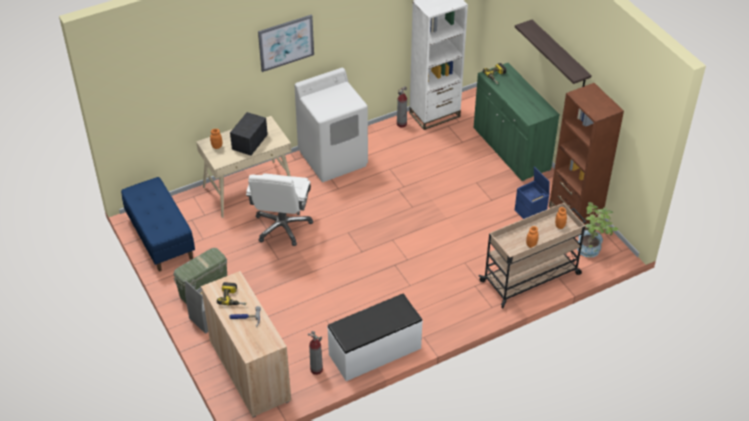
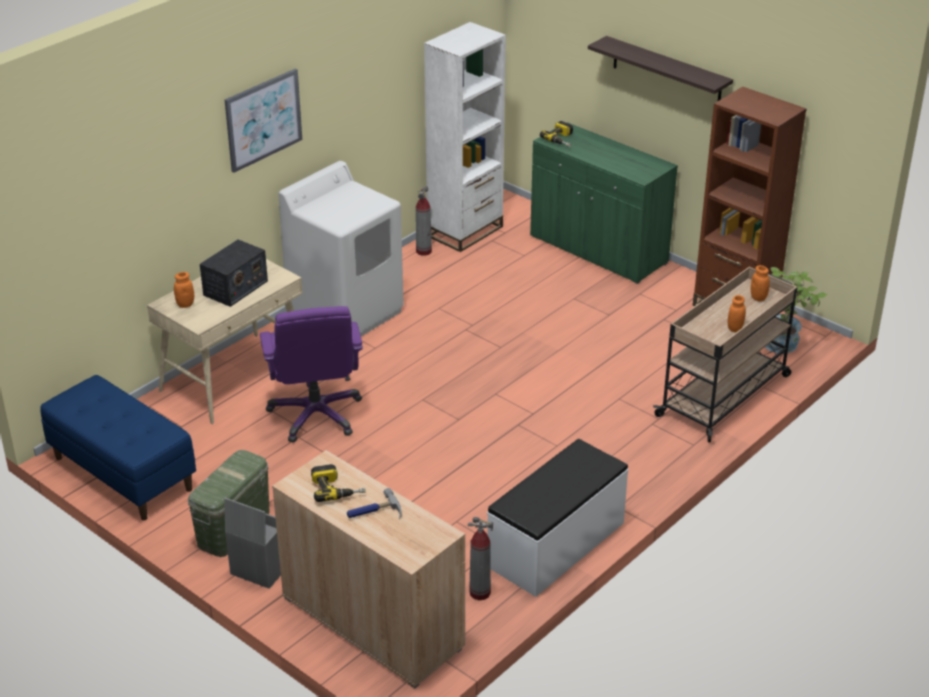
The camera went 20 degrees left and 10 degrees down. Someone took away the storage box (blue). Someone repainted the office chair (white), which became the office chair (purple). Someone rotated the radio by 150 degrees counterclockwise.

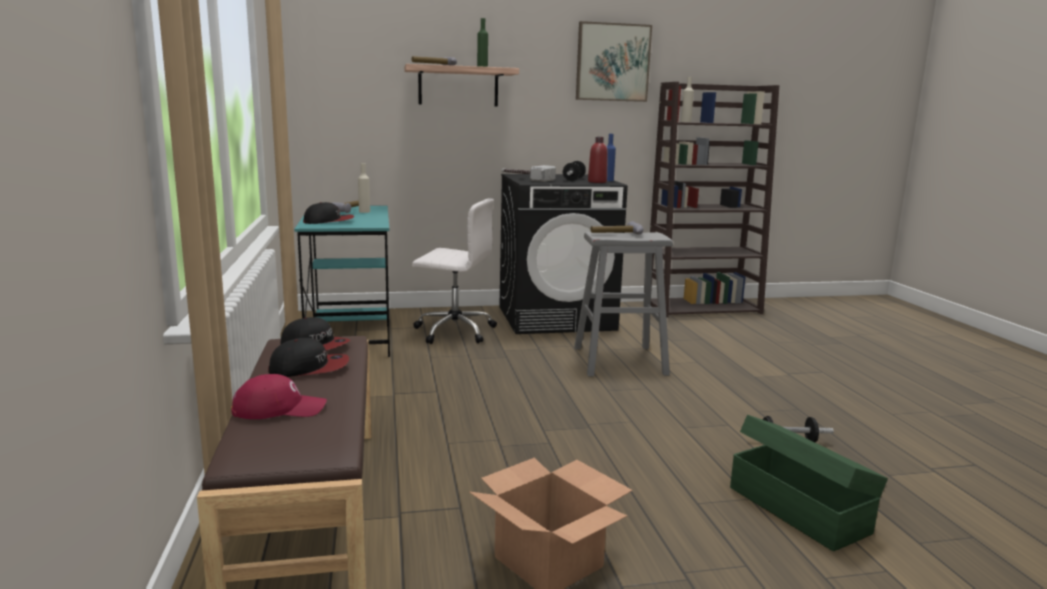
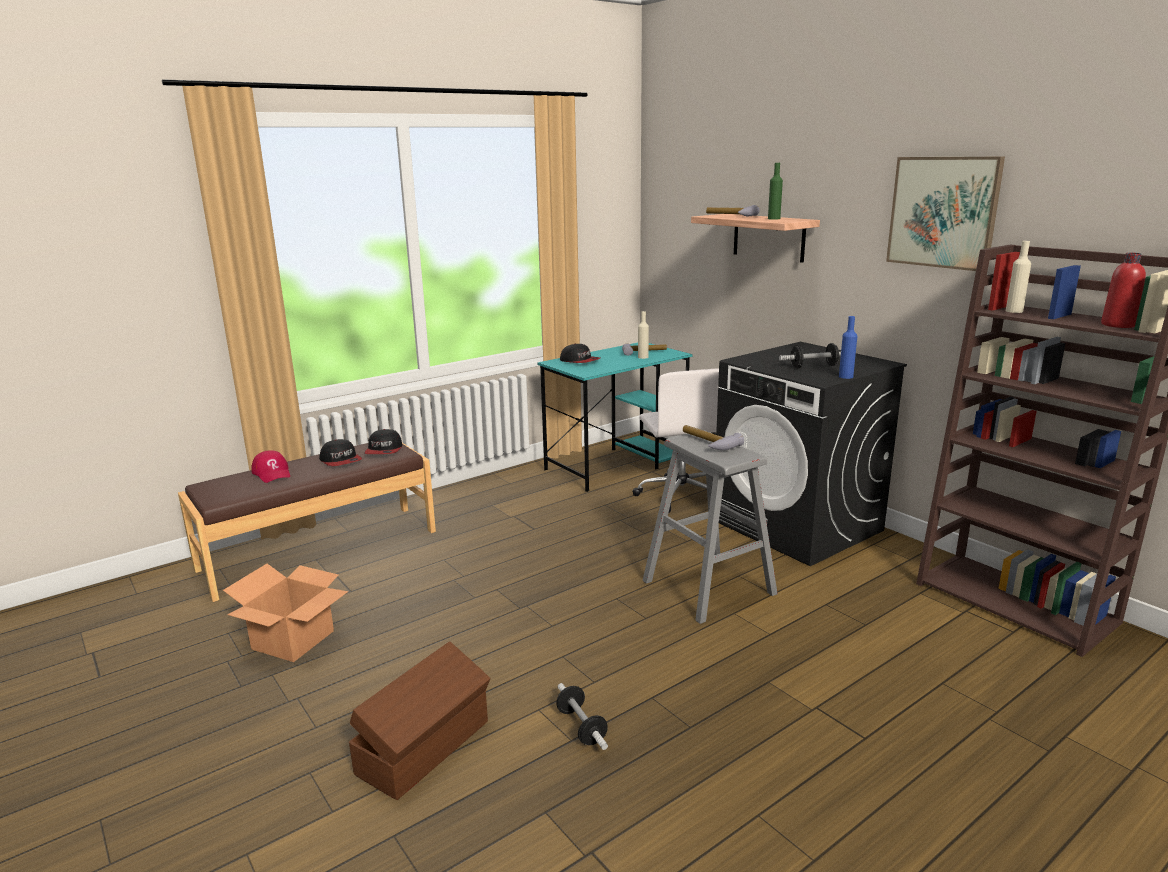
The camera went 65 degrees right and 5 degrees up. Someone took away the hammer (3rd from left). Someone carried the bottle (red). Someone repainted the storage box (green), which became the storage box (brown).

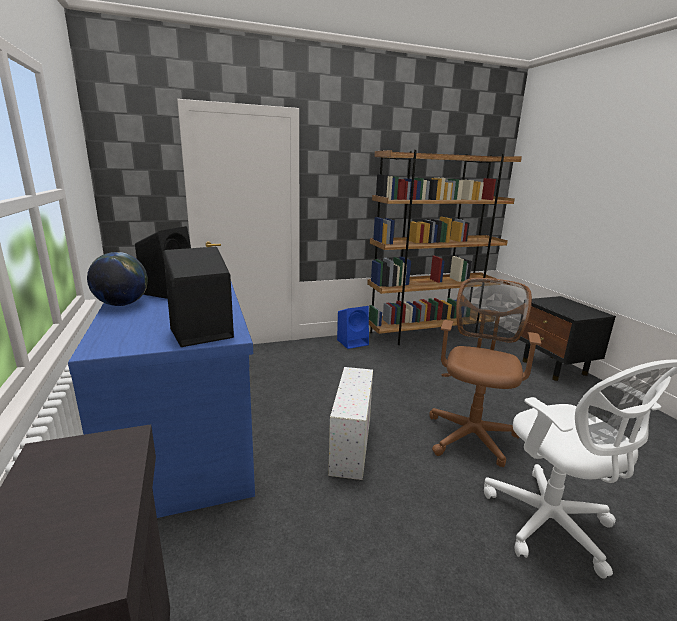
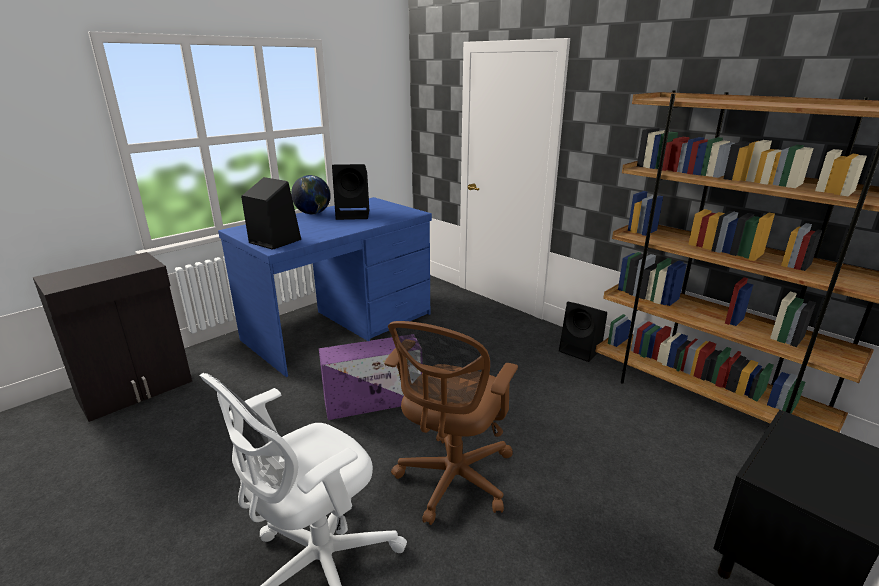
The camera went 65 degrees right and 5 degrees up. Someone repainted the storage box (white), which became the storage box (purple). Someone repainted the speaker (blue), which became the speaker (black) (3rd from left). Someone rotated the office chair (brown) by 120 degrees clockwise.

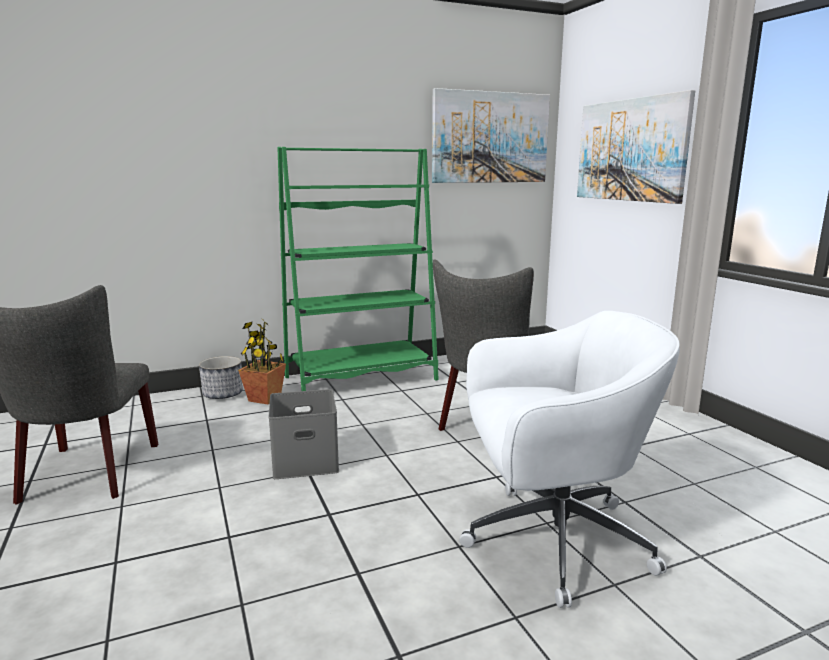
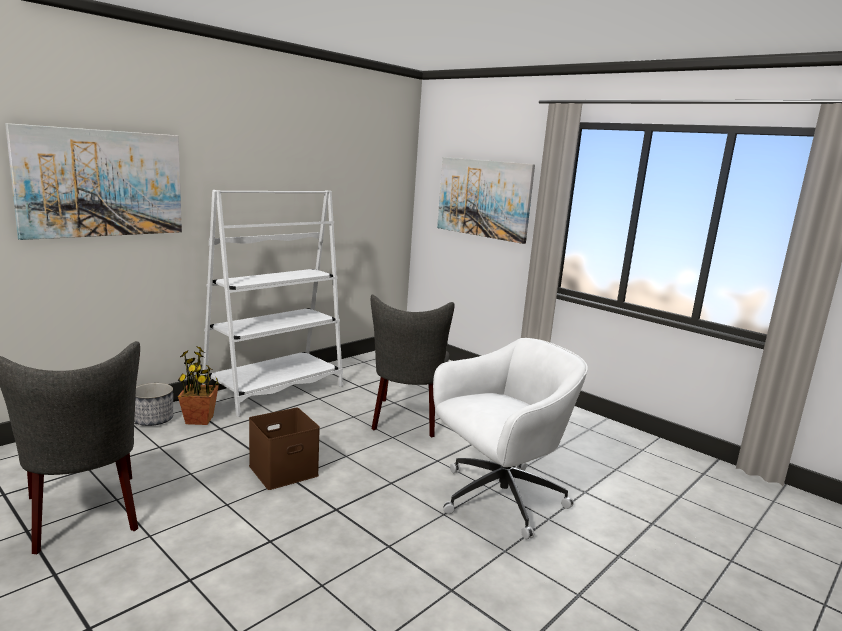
The camera went 25 degrees left and 0 degrees up. Someone carried the picture (1st from left). Someone repainted the storage box (grey), which became the storage box (brown). Someone repainted the bookcase (green), which became the bookcase (white).

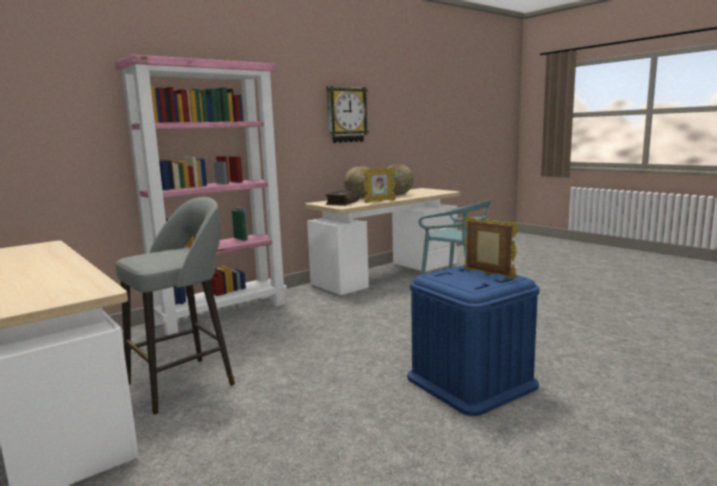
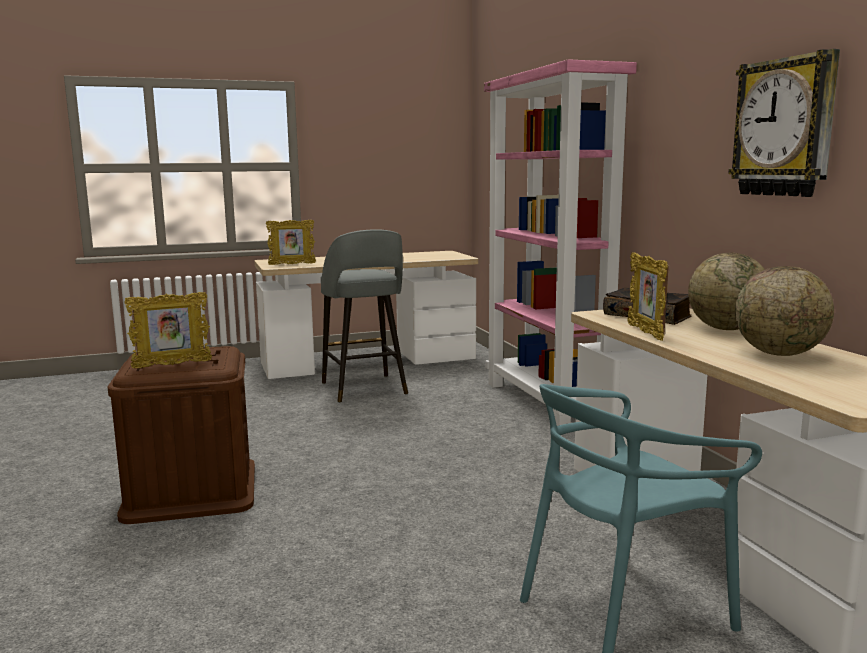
The camera went 110 degrees right and 0 degrees up. Someone put down the picture frame (2nd from left). Someone repainted the storage box (blue), which became the storage box (brown).

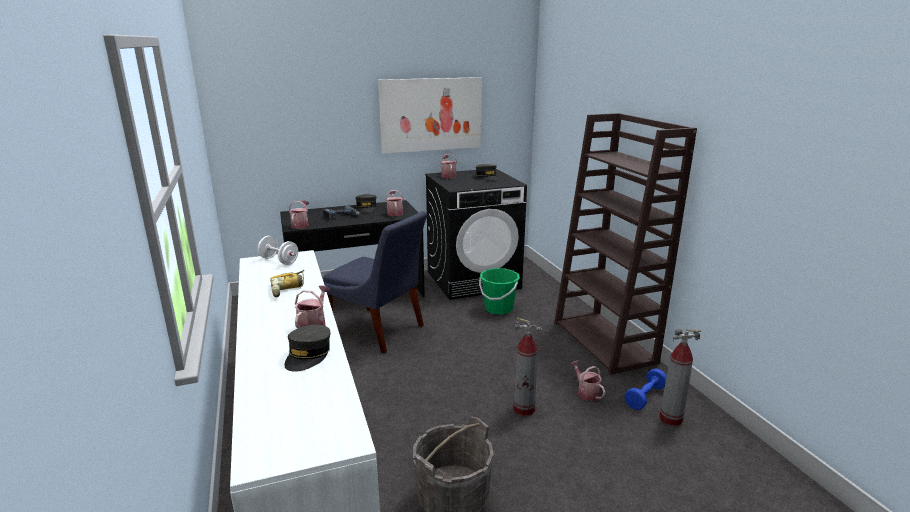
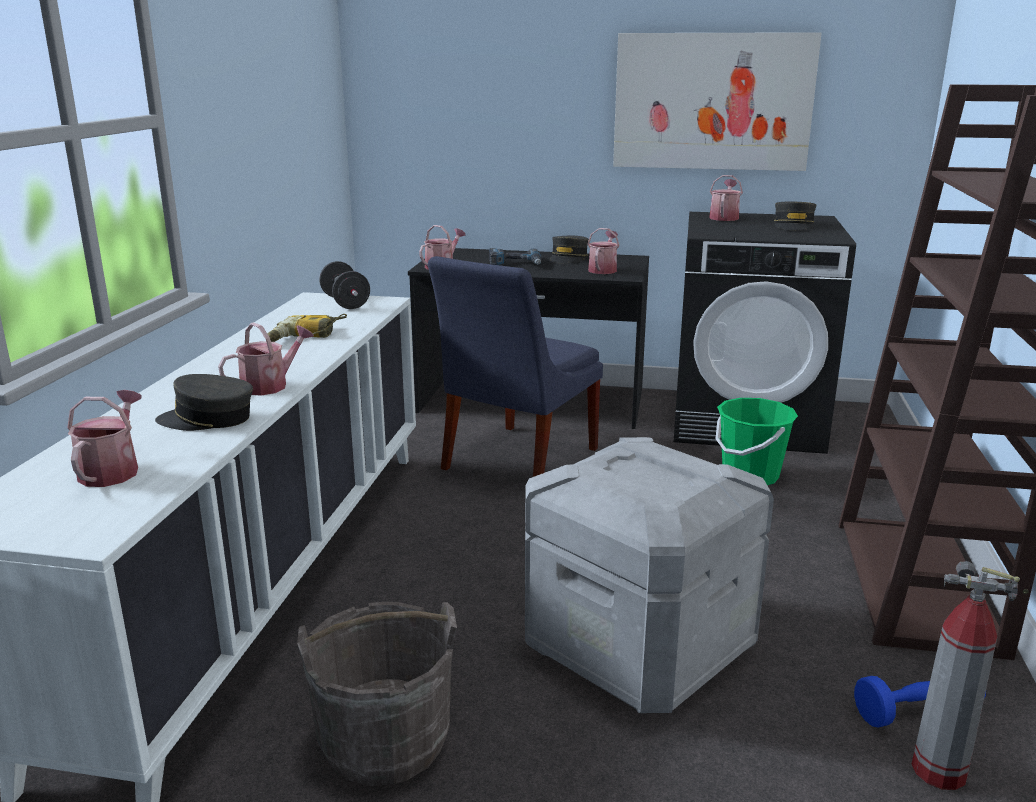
The camera went 30 degrees right and 0 degrees up. Someone carried the watering can (5th from left in the first image). Someone swapped the fire extinguisher (1st from left) for the storage box (grey). Someone repainted the dumbbell (white), which became the dumbbell (black). Someone rotated the cap (grey) (1st from left) by 45 degrees clockwise. Someone rotated the chair (blue) by 60 degrees clockwise.

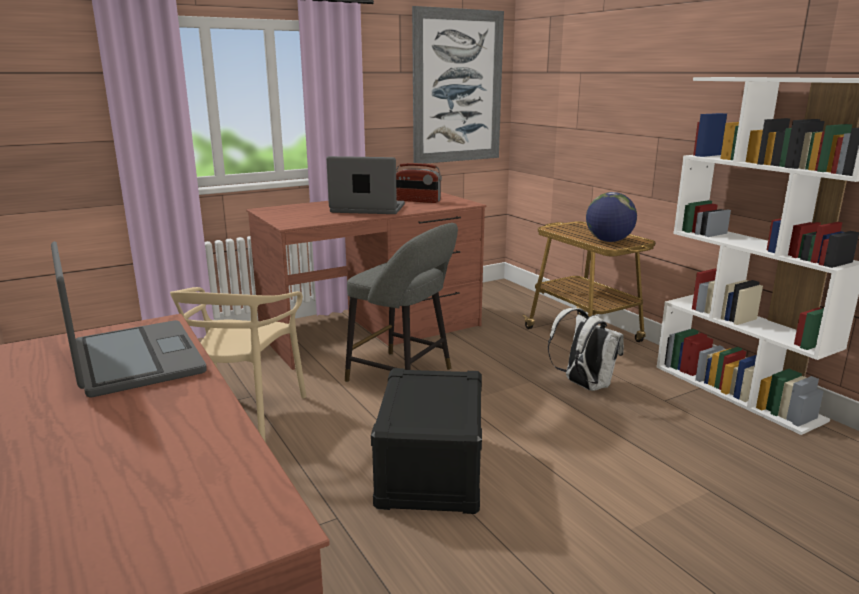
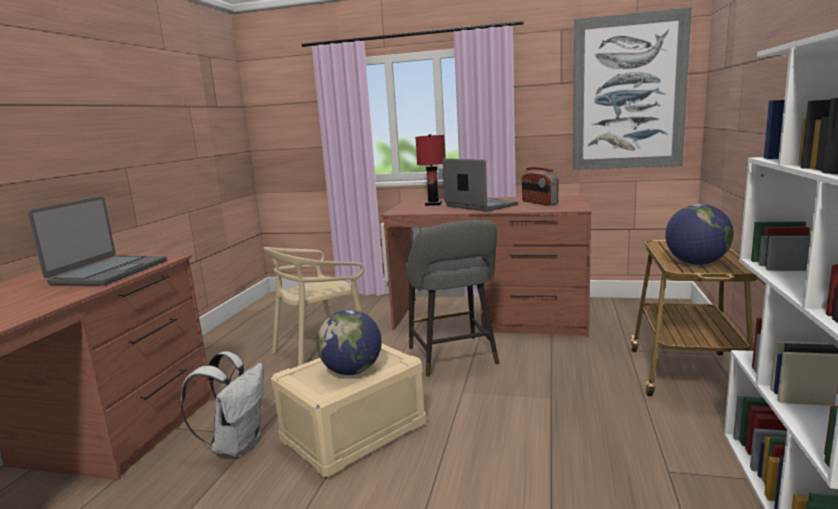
The camera went 45 degrees right and 5 degrees down. Someone put down the globe (1st from left). Someone put down the table lamp (red). Someone carried the backpack (white). Someone repainted the storage box (black), which became the storage box (beige).

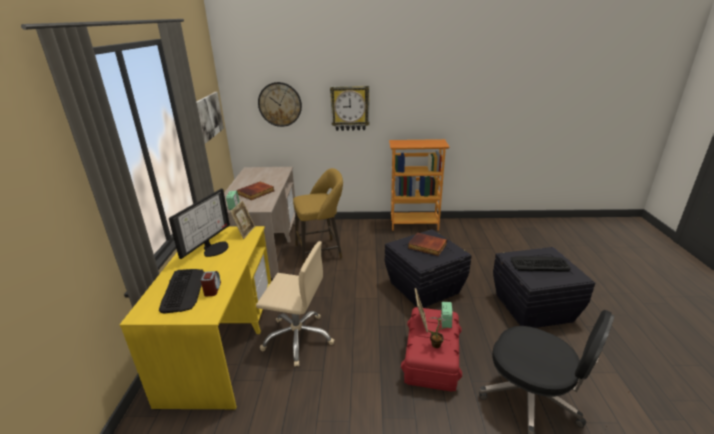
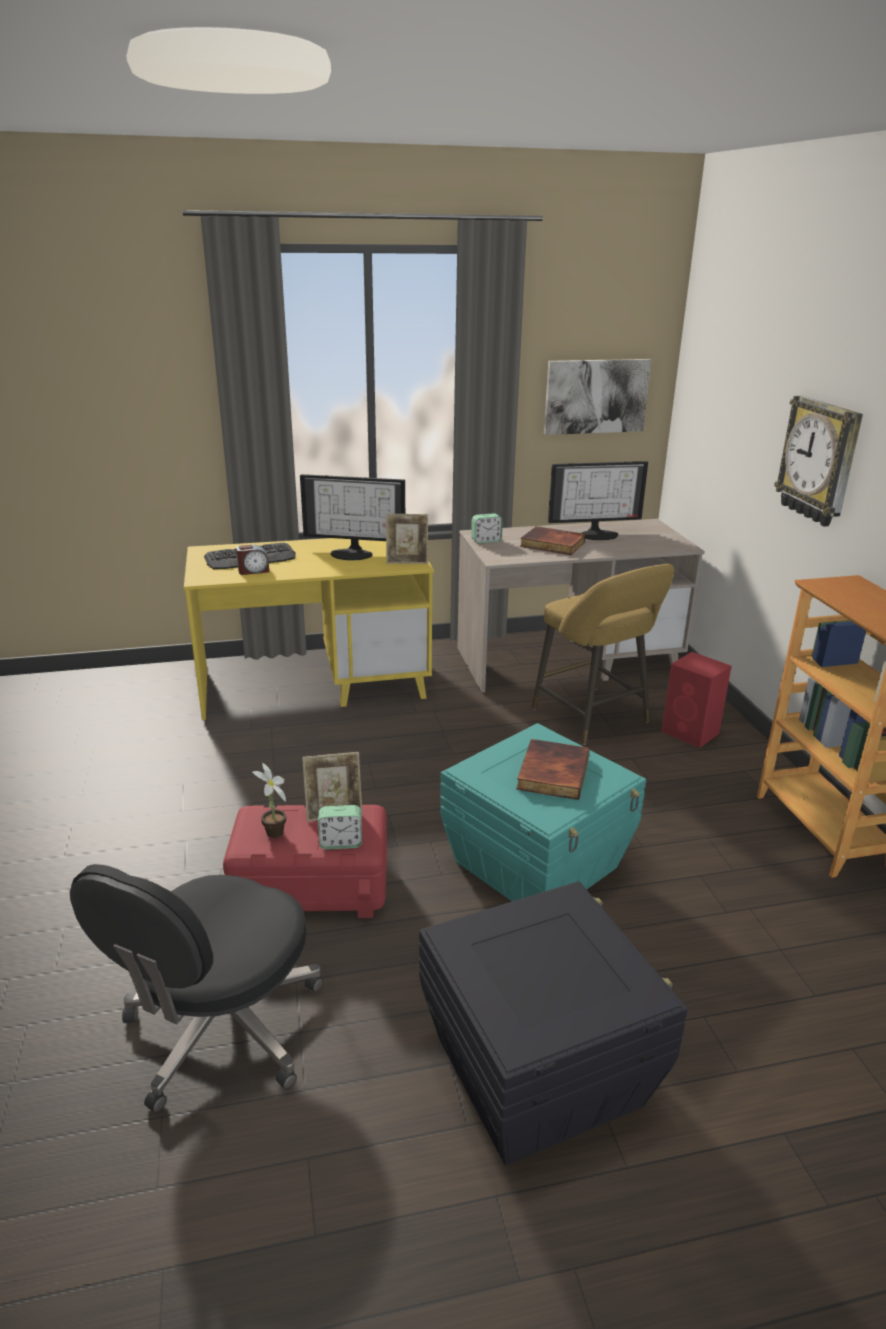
The camera went 75 degrees right and 0 degrees up. Someone took away the office chair (beige). Someone took away the wall clock (1st from left). Someone took away the keyboard (2nd from left). Someone put down the monitor (2nd from left). Someone put down the speaker (red). Someone repainted the storage box (black) (1st from left), which became the storage box (turquoise).

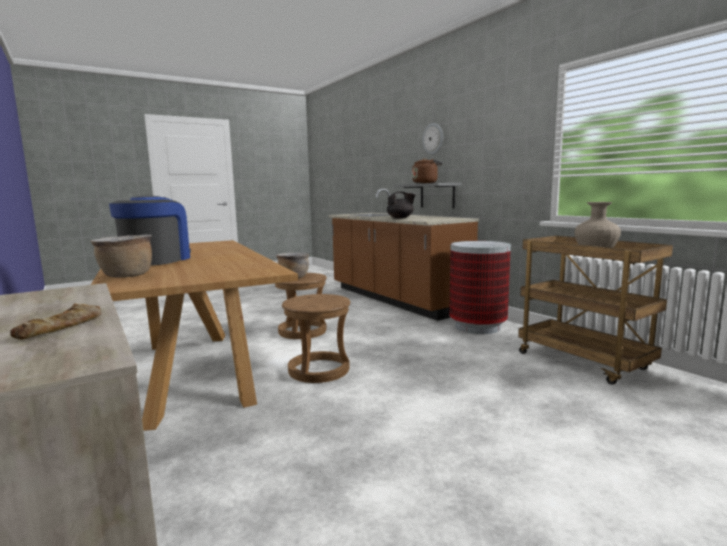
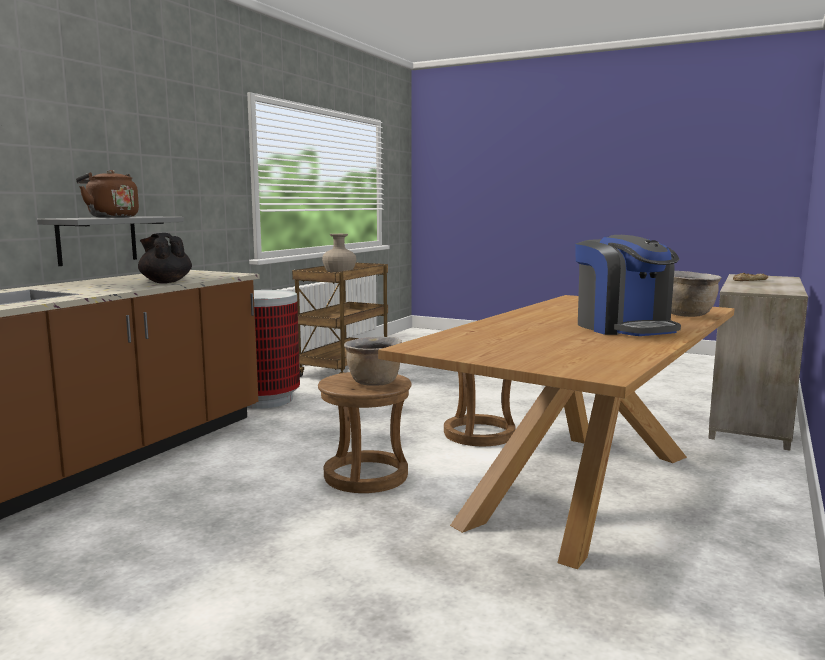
The camera went 120 degrees left and 0 degrees up. Someone took away the wall clock. Someone rotated the coffee machine by 90 degrees counterclockwise.

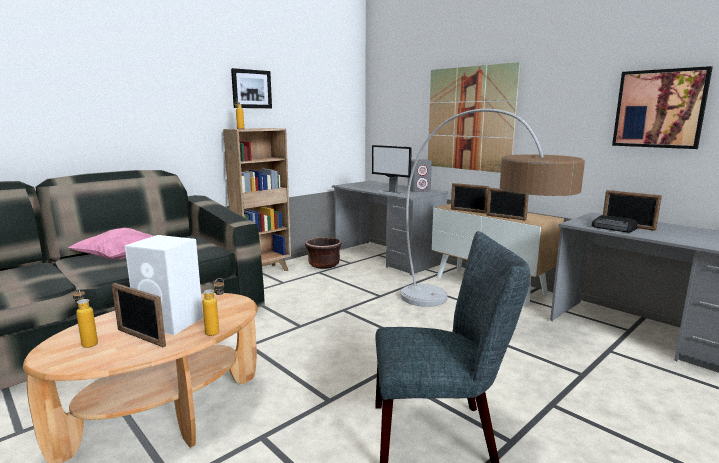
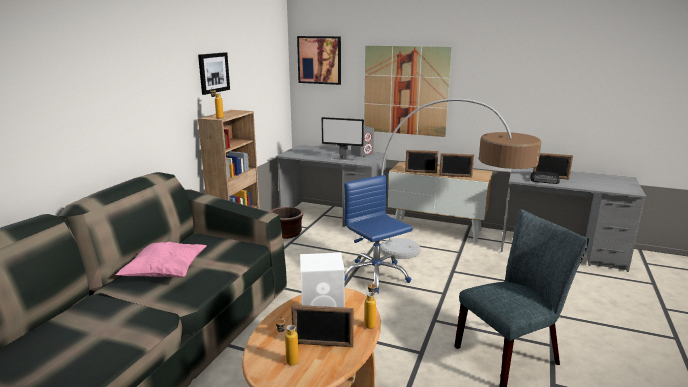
The camera went 25 degrees left and 5 degrees up. Someone put down the office chair (blue). Someone carried the picture (3rd from left in the first image).

